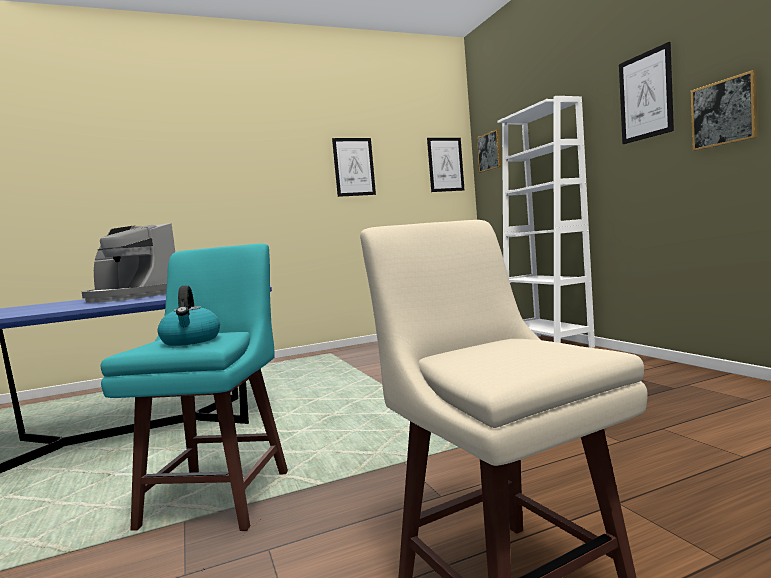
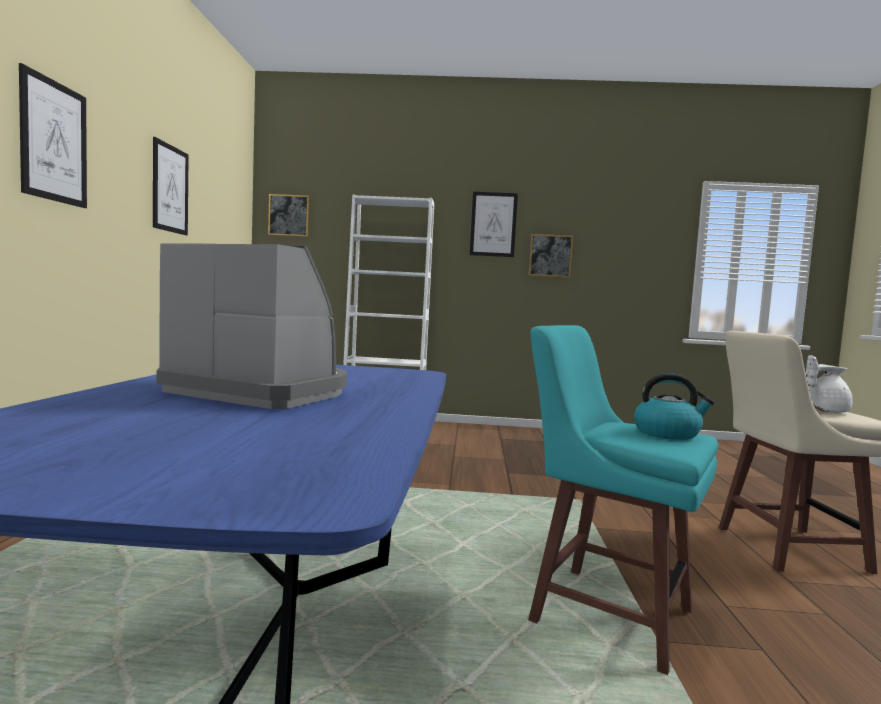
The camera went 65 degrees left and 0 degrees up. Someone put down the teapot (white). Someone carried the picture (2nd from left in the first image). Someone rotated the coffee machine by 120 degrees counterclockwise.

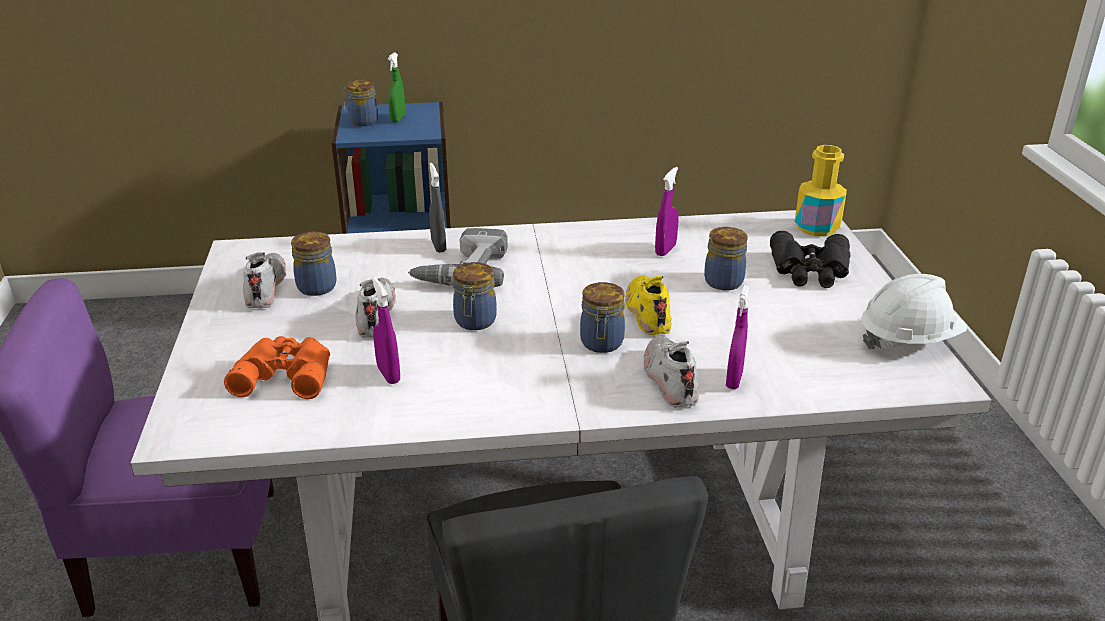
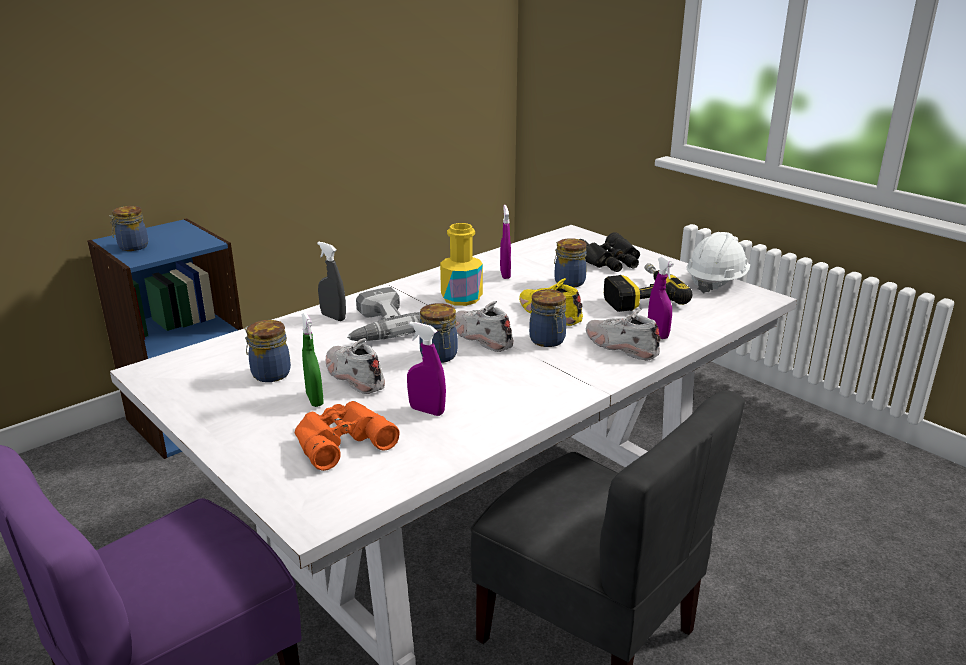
The camera went 35 degrees left and 5 degrees down. Someone put down the power drill (2nd from left). Someone carried the shoe (white) (1st from left in the first image). Someone carried the spray bottle (green). Someone carried the bottle (yellow).

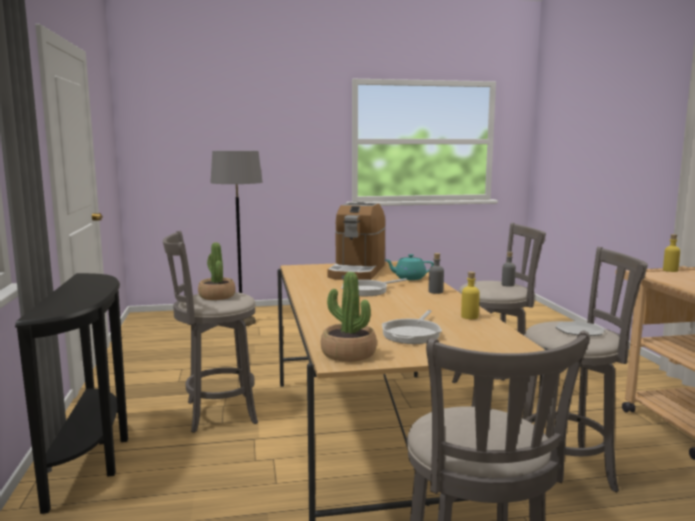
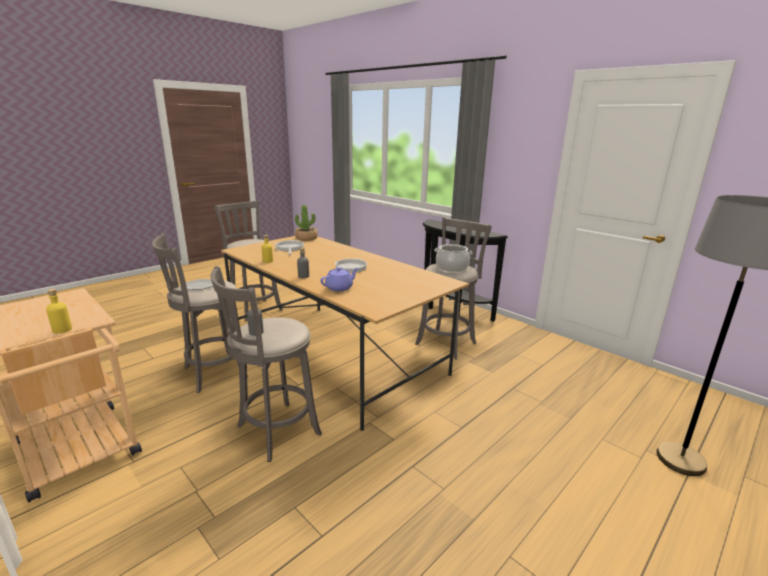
The camera went 145 degrees right and 10 degrees up. Someone took away the coffee machine. Someone swapped the potted plant (1st from left) for the cooking pot. Someone repainted the teapot (turquoise), which became the teapot (purple).

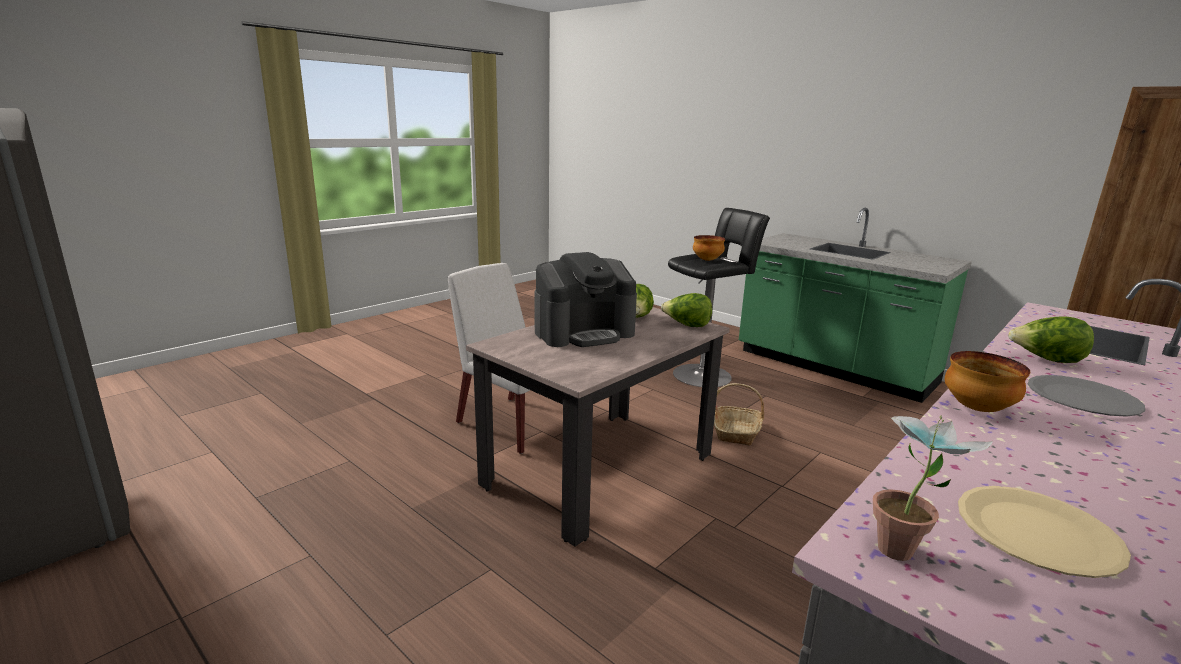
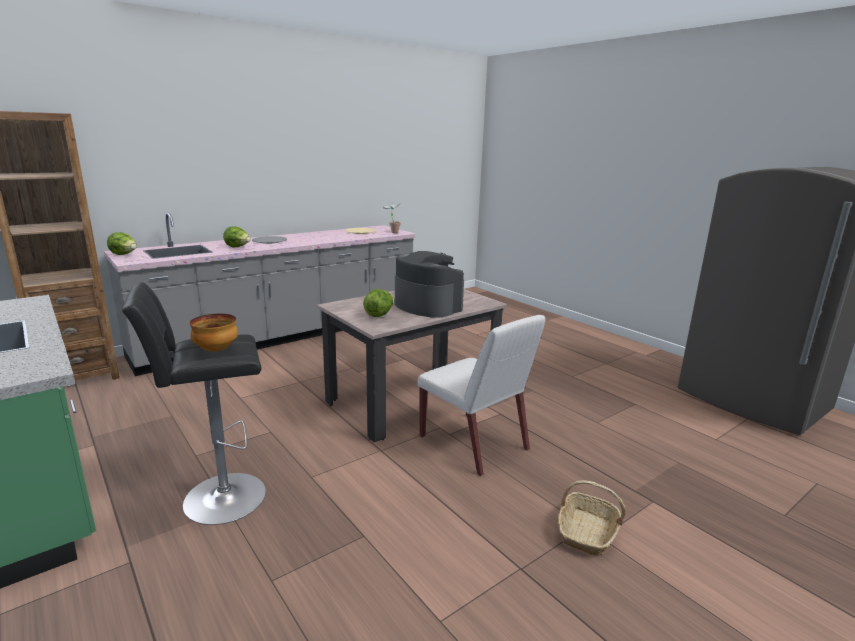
The camera went 170 degrees left and 0 degrees up. Someone took away the bowl (2nd from left). Someone carried the lettuce (2nd from left in the first image). Someone carried the basket. Someone rotated the coffee machine by 60 degrees clockwise.

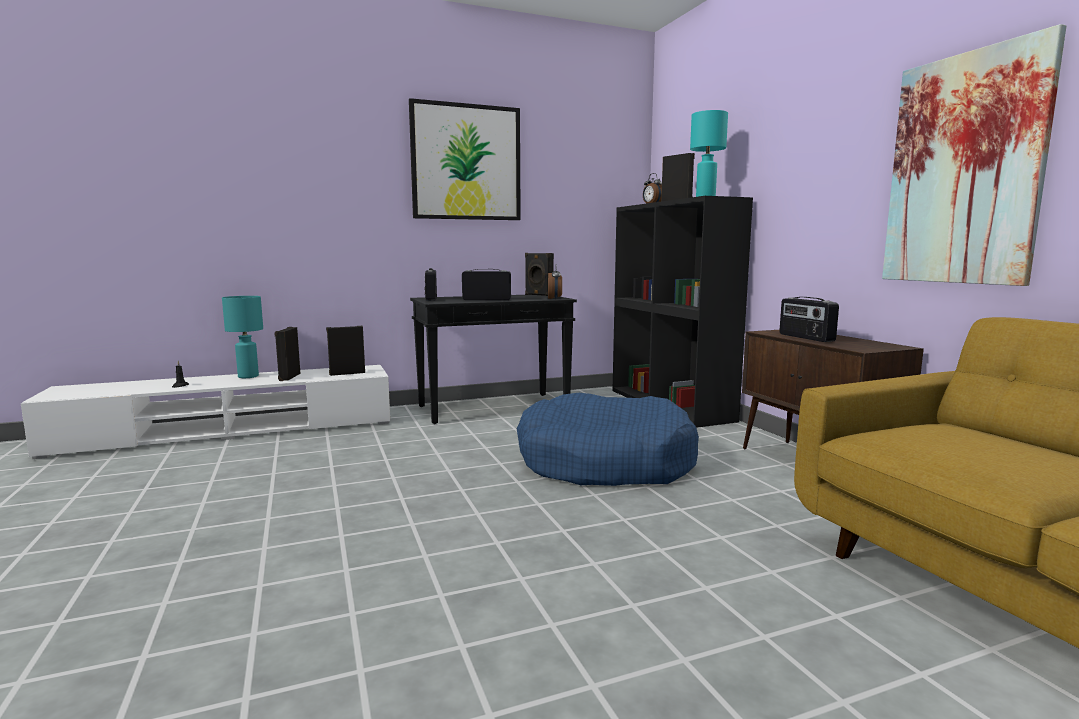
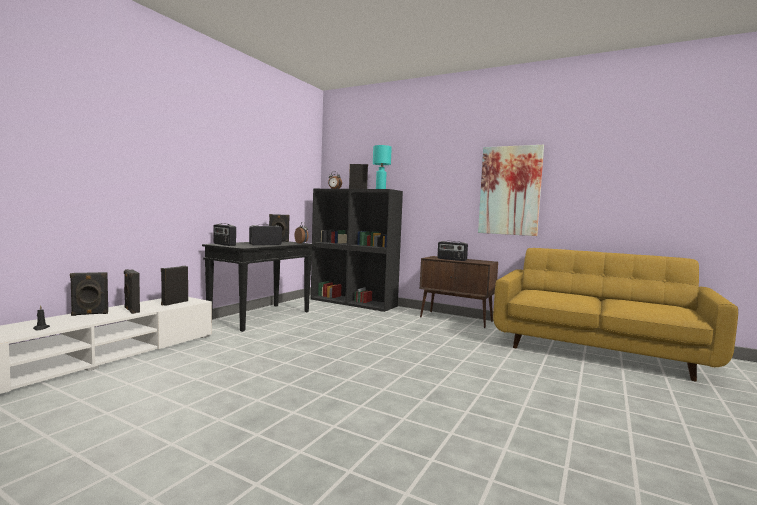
The camera went 40 degrees left and 5 degrees down. Someone took away the picture (1st from left). Someone took away the dog bed (blue). Someone swapped the table lamp (turquoise) (1st from left) for the speaker (black) (1st from left).

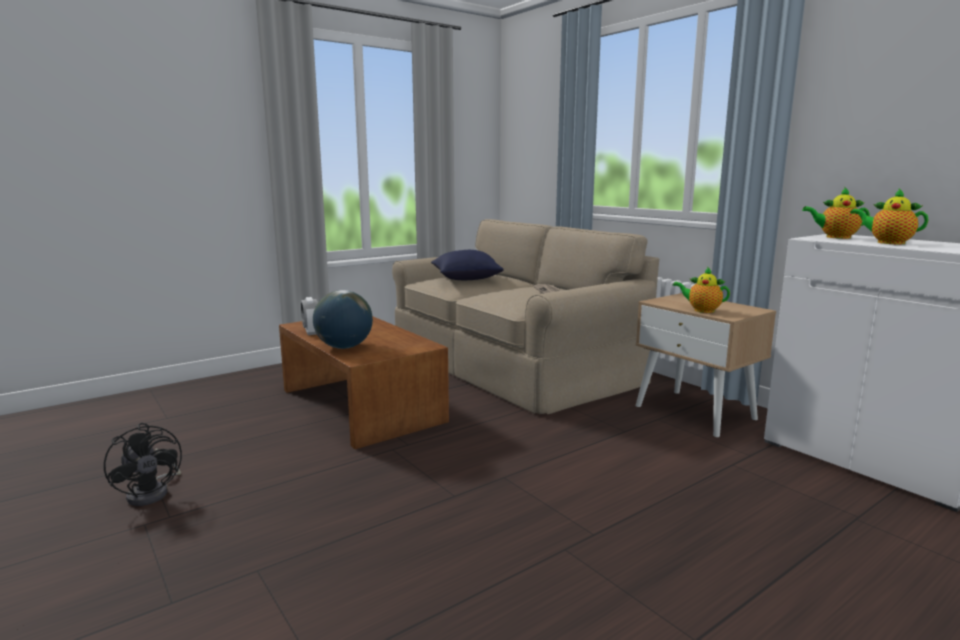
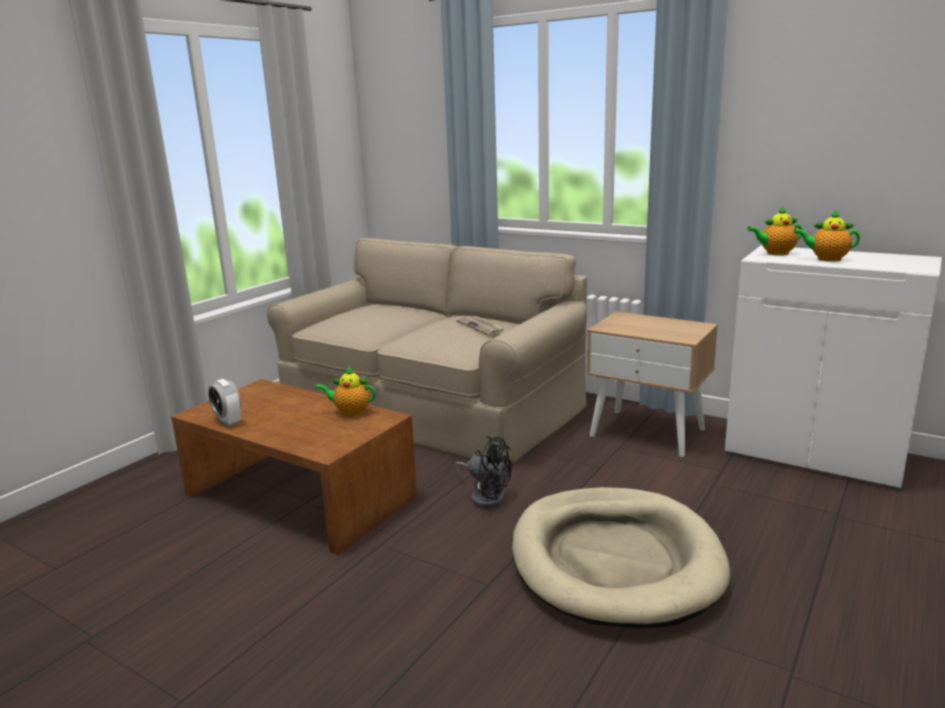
The camera went 20 degrees left and 5 degrees up. Someone took away the globe. Someone took away the pillow (blue). Someone put down the dog bed (beige). Someone carried the fan (black). Someone carried the teapot (1st from left).

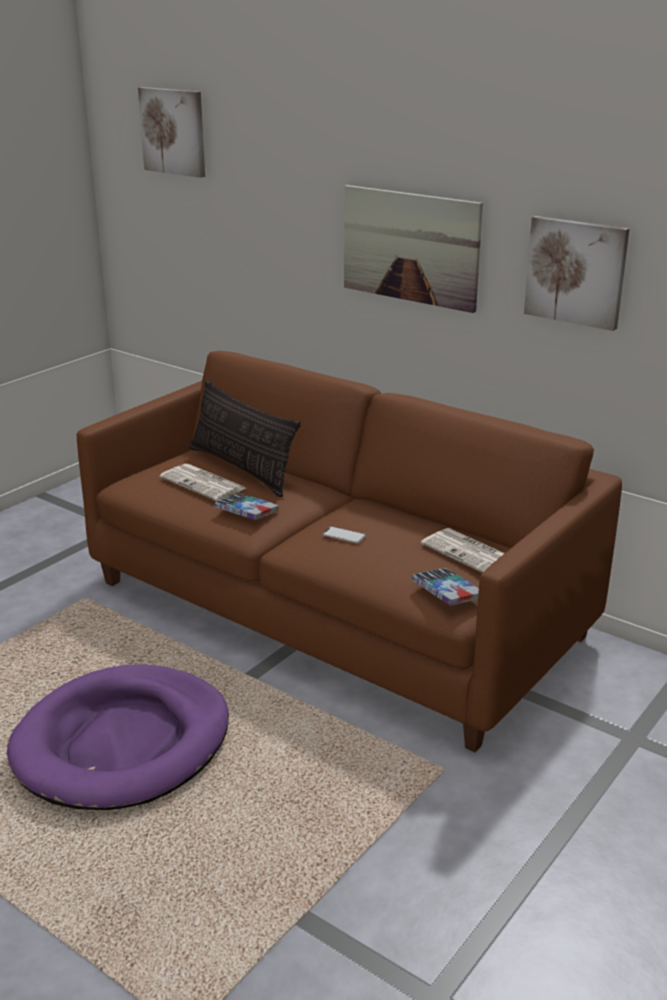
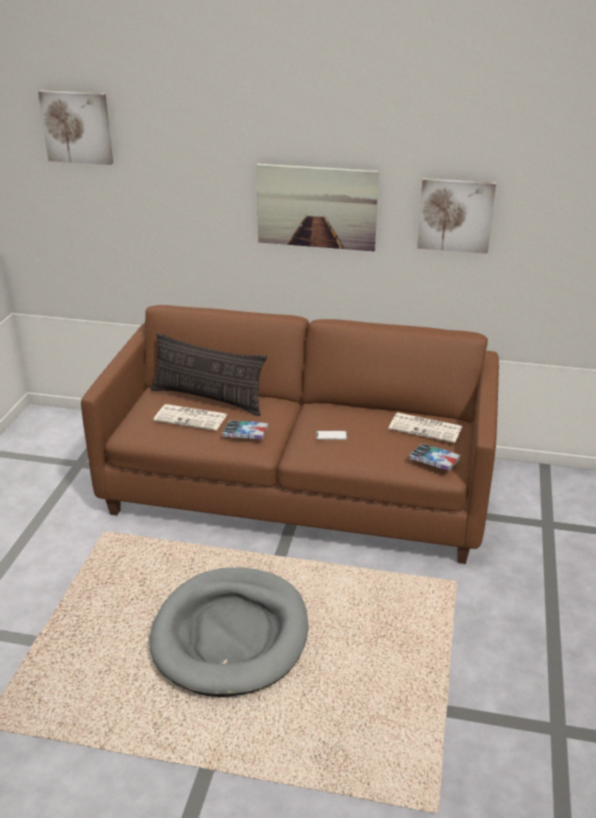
The camera went 25 degrees left and 5 degrees up. Someone repainted the dog bed (purple), which became the dog bed (grey).

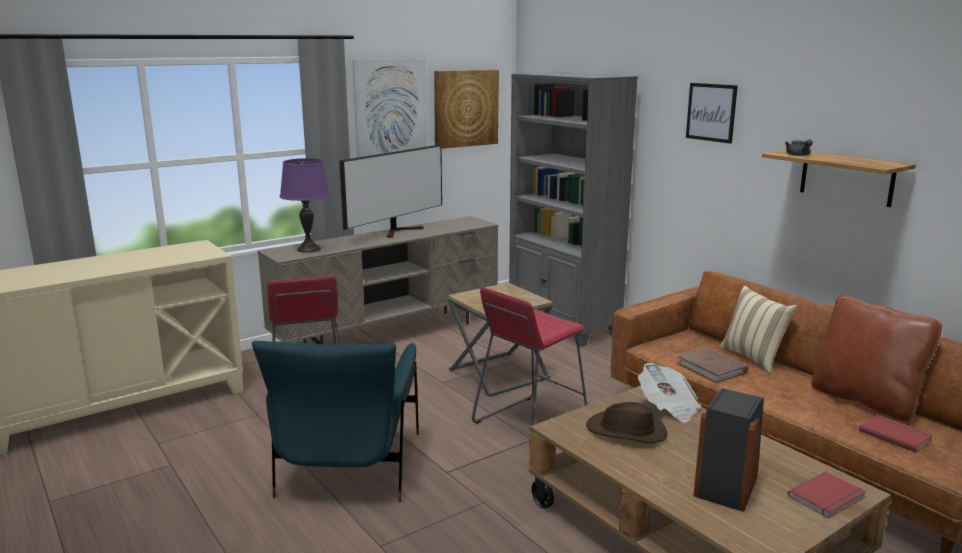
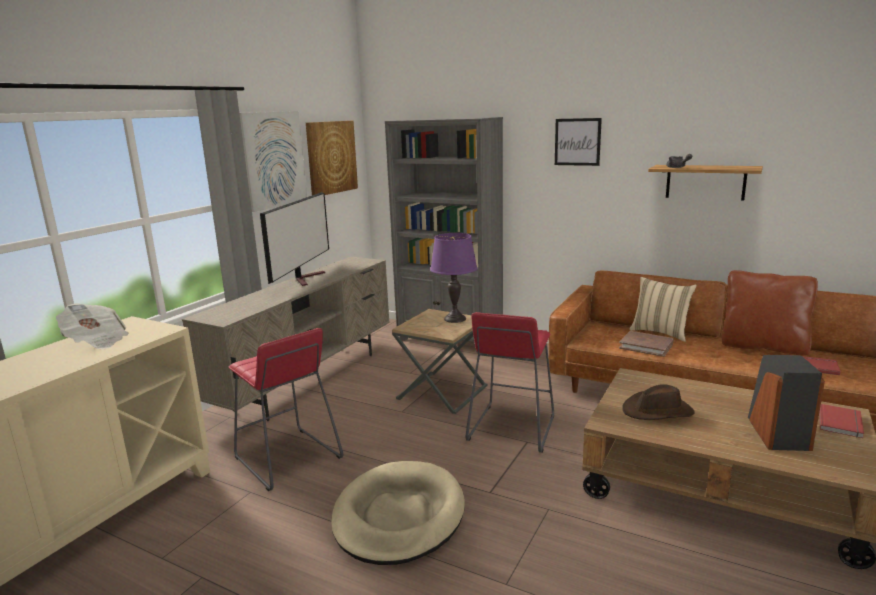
The camera went 25 degrees left and 0 degrees up. Someone carried the table lamp (purple). Someone carried the newspaper. Someone swapped the armchair (blue) for the dog bed (beige).

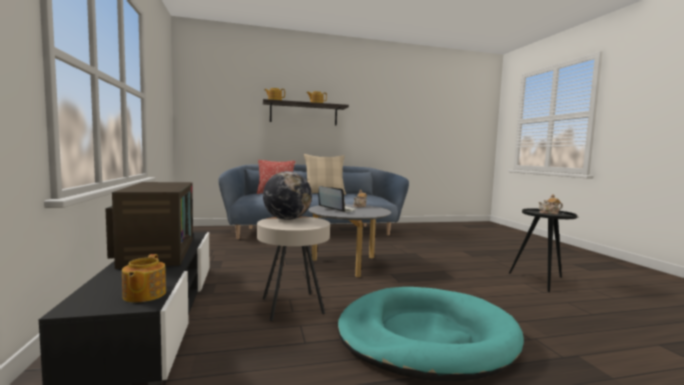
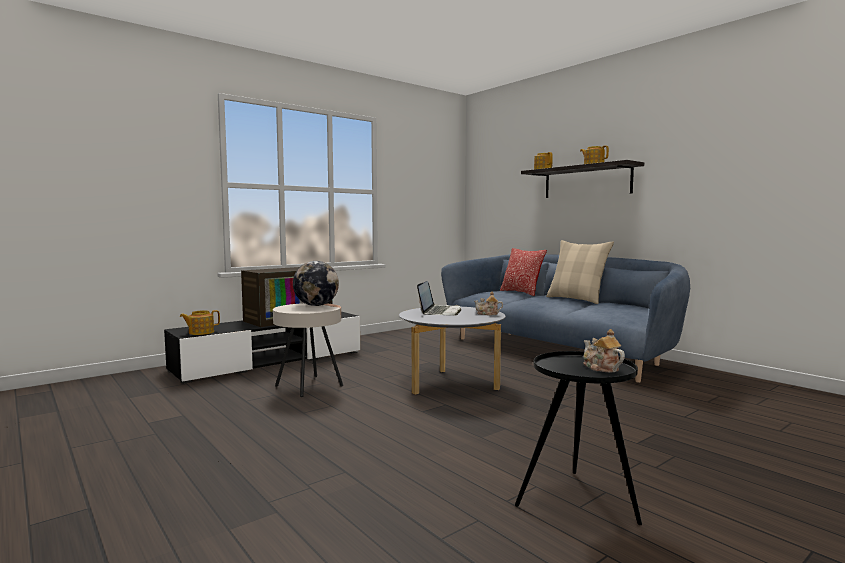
The camera went 65 degrees right and 0 degrees up. Someone took away the dog bed (turquoise).

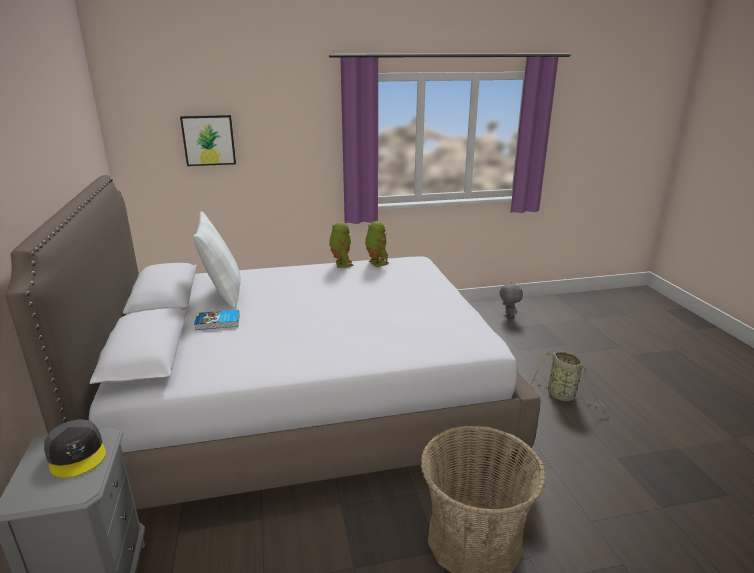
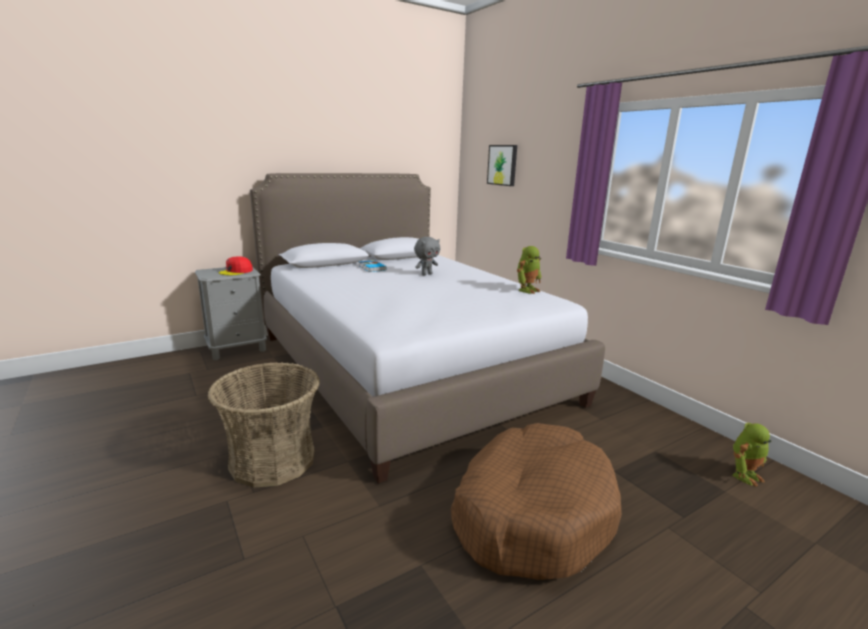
The camera went 70 degrees right and 5 degrees down. Someone took away the pillow (white). Someone carried the toy robot (1st from left in the first image). Someone carried the plush toy (grey). Someone swapped the basket (2nd from left) for the dog bed (brown). Someone repainted the cap (grey), which became the cap (red).

